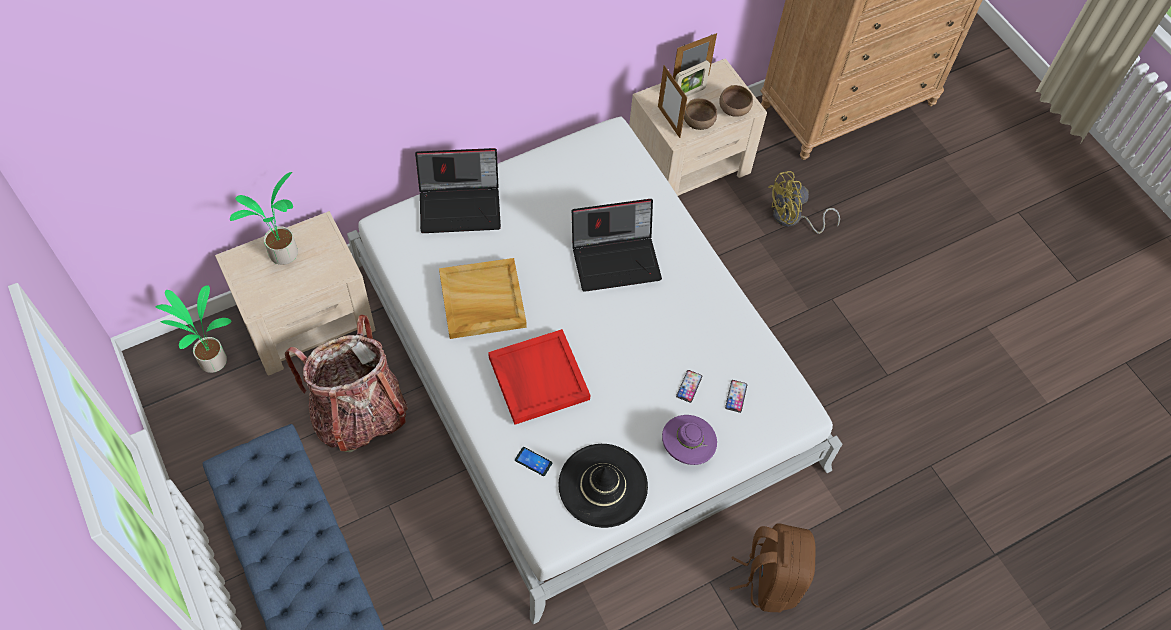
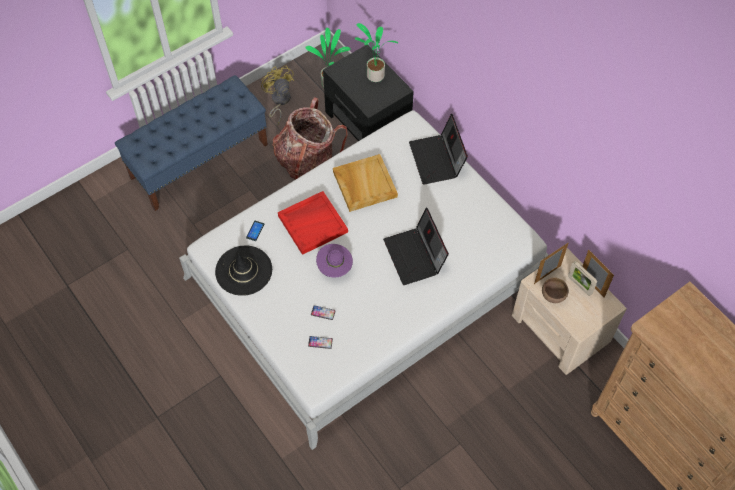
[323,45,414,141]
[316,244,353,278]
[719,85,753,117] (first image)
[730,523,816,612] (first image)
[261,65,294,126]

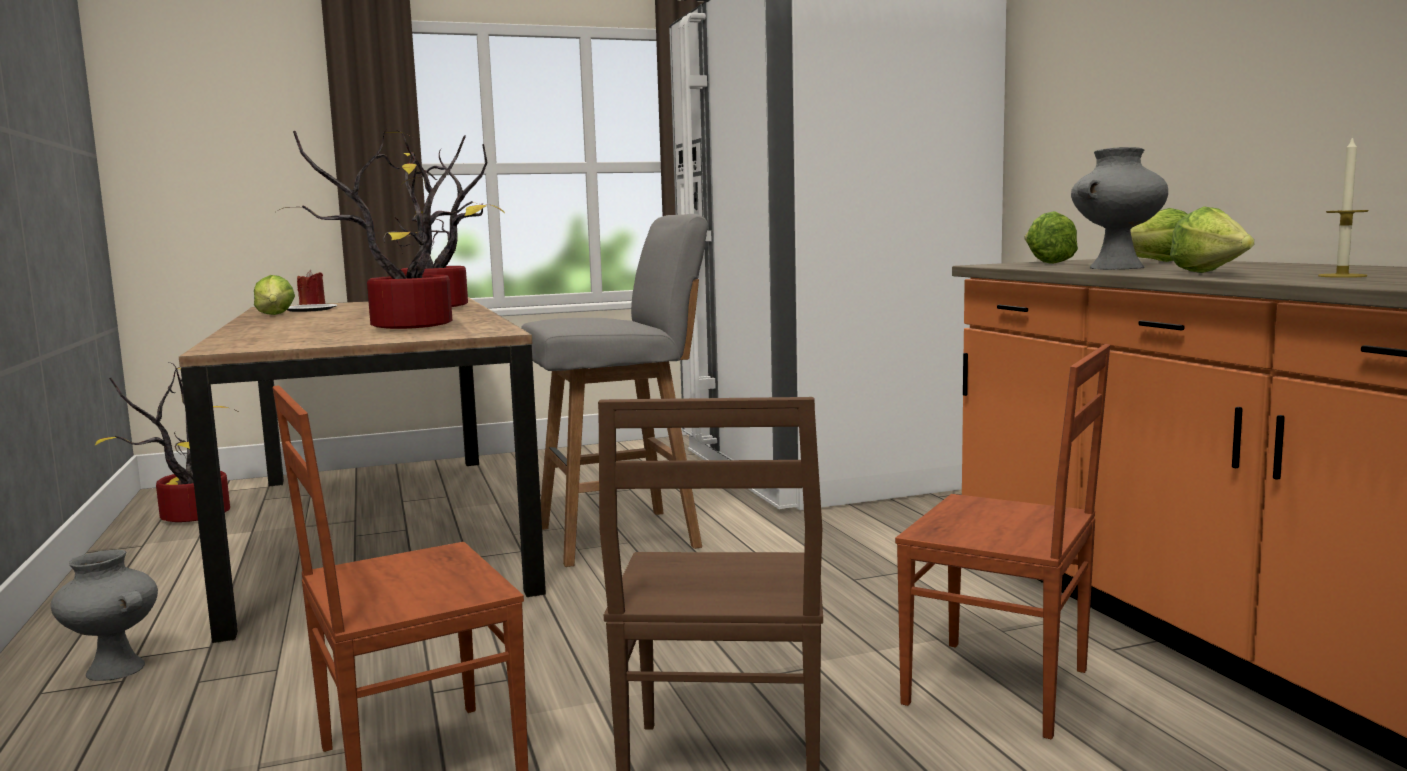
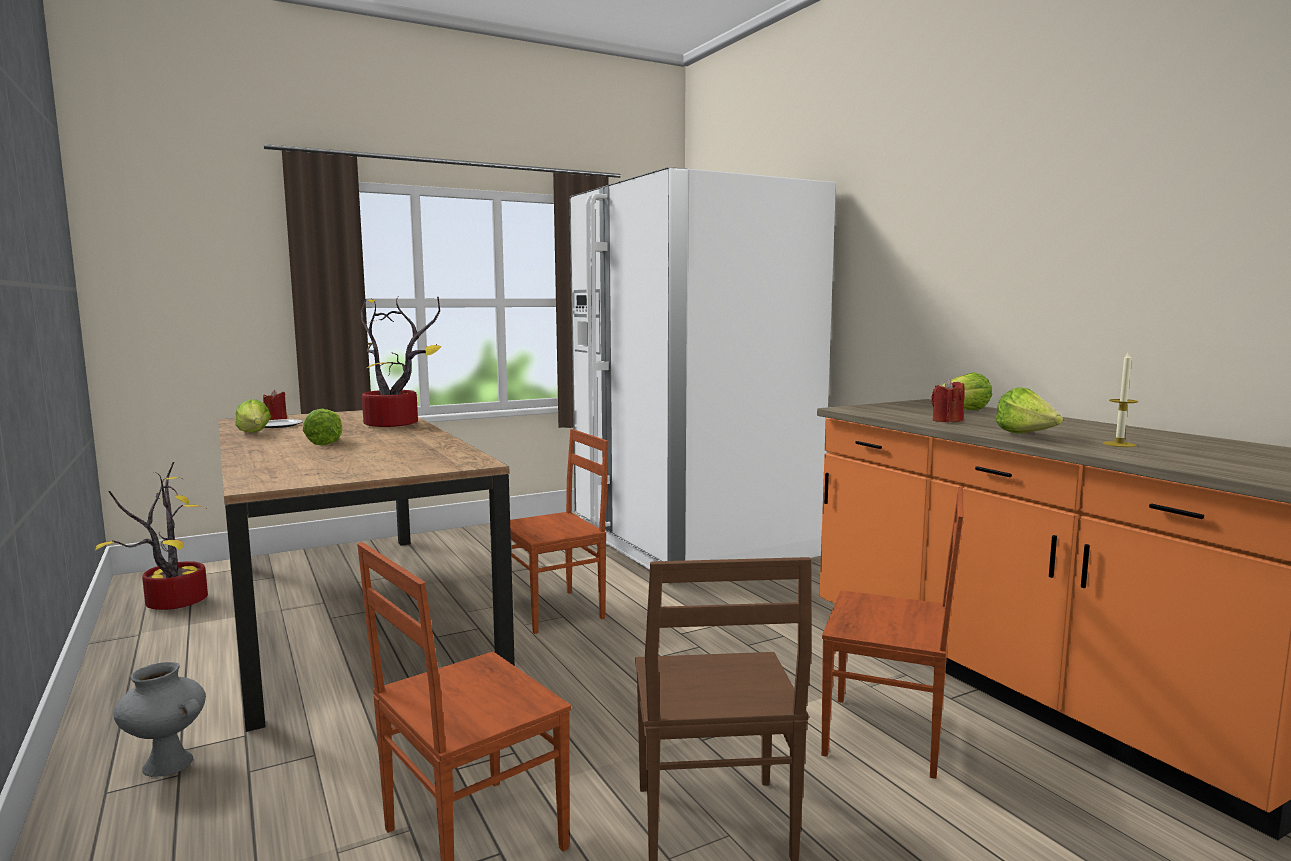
[279,130,505,329] (first image)
[510,429,608,634]
[303,409,343,445]
[931,379,965,423]

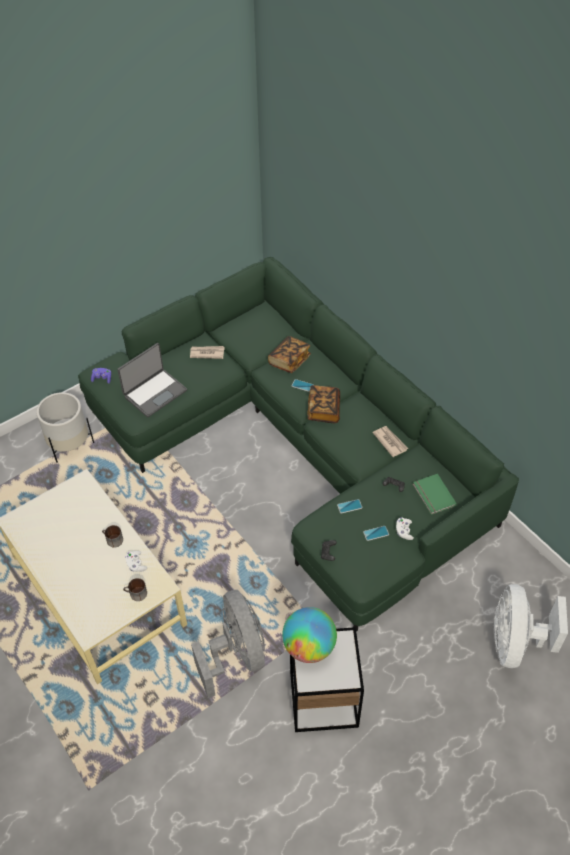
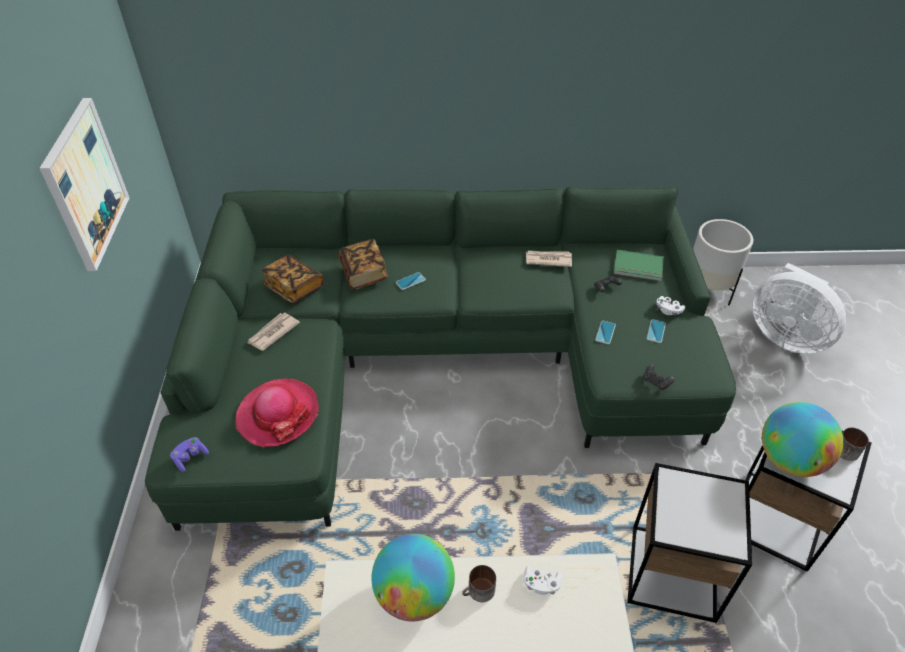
[693,219,753,305]
[235,378,319,447]
[840,427,869,461]
[627,463,752,623]
[261,255,323,303]
[40,98,129,271]
[372,534,455,621]

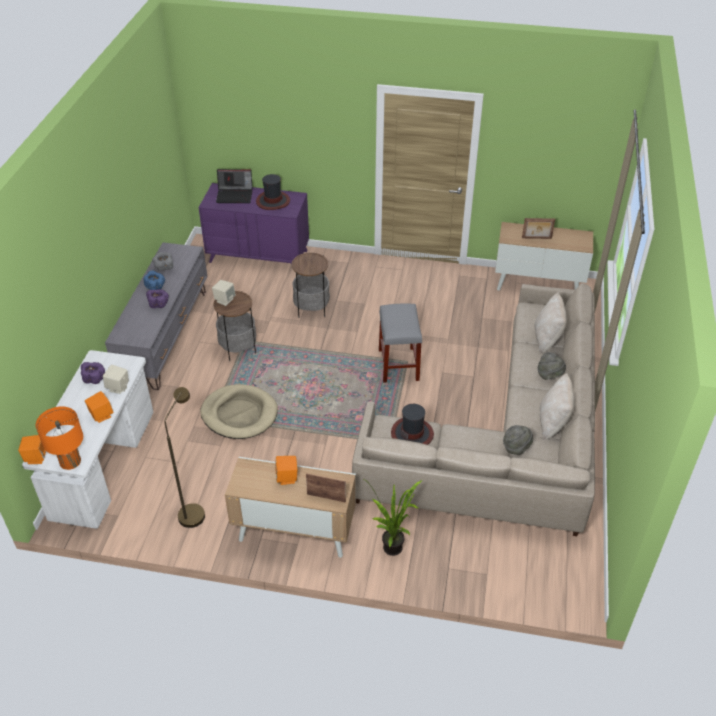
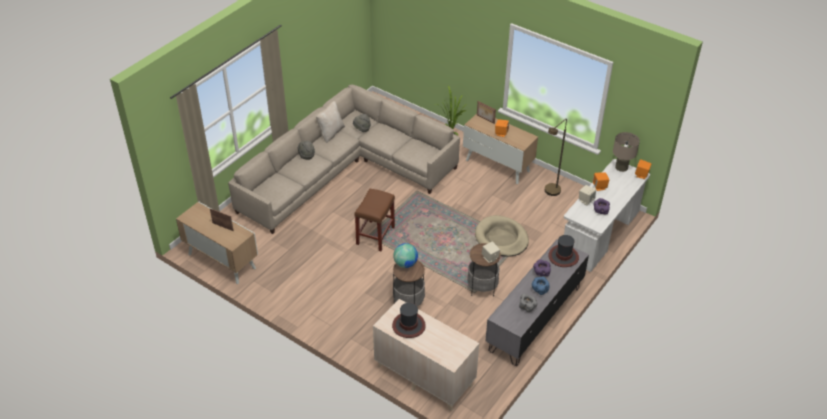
[613,132,640,172]
[373,299,479,412]
[216,169,253,203] (first image)
[355,188,395,251]
[548,235,579,267]
[535,292,567,354] (first image)
[393,243,418,268]

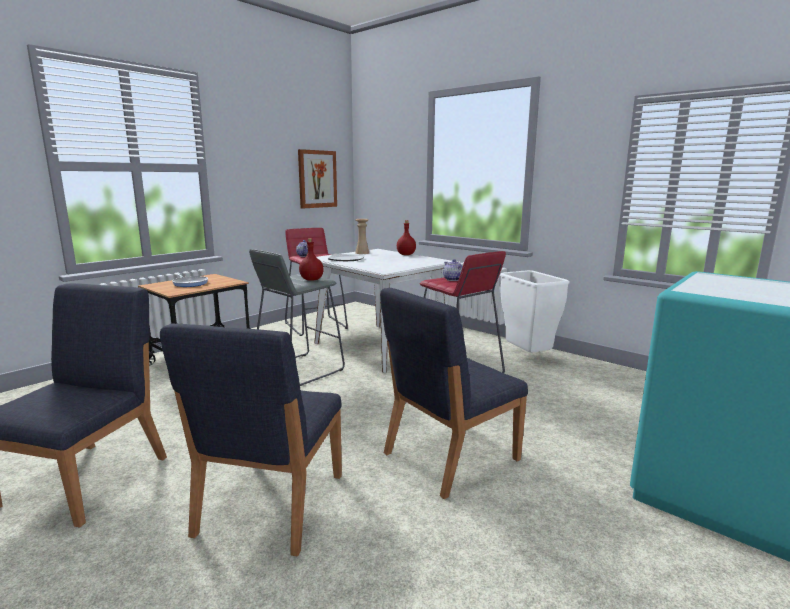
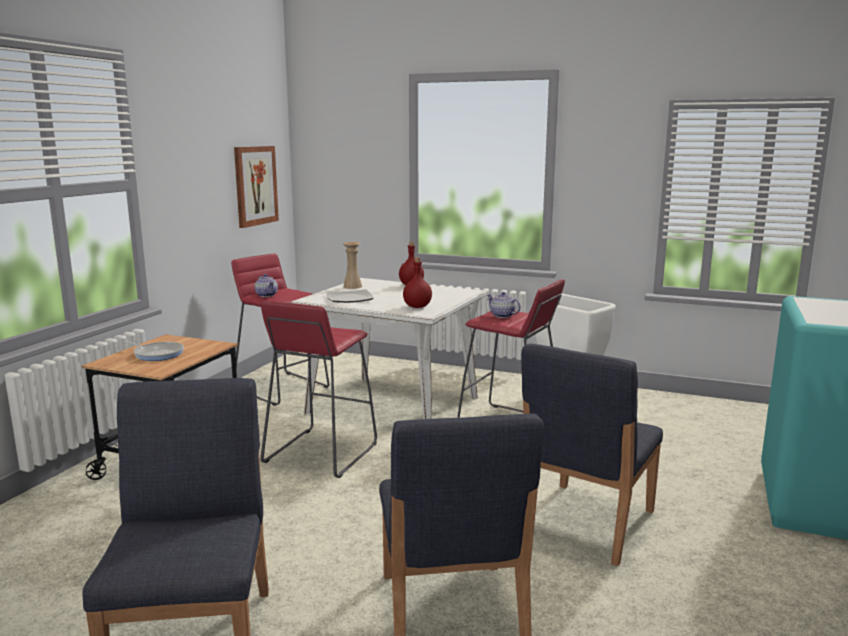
[261,301,377,478]
[403,257,432,308]

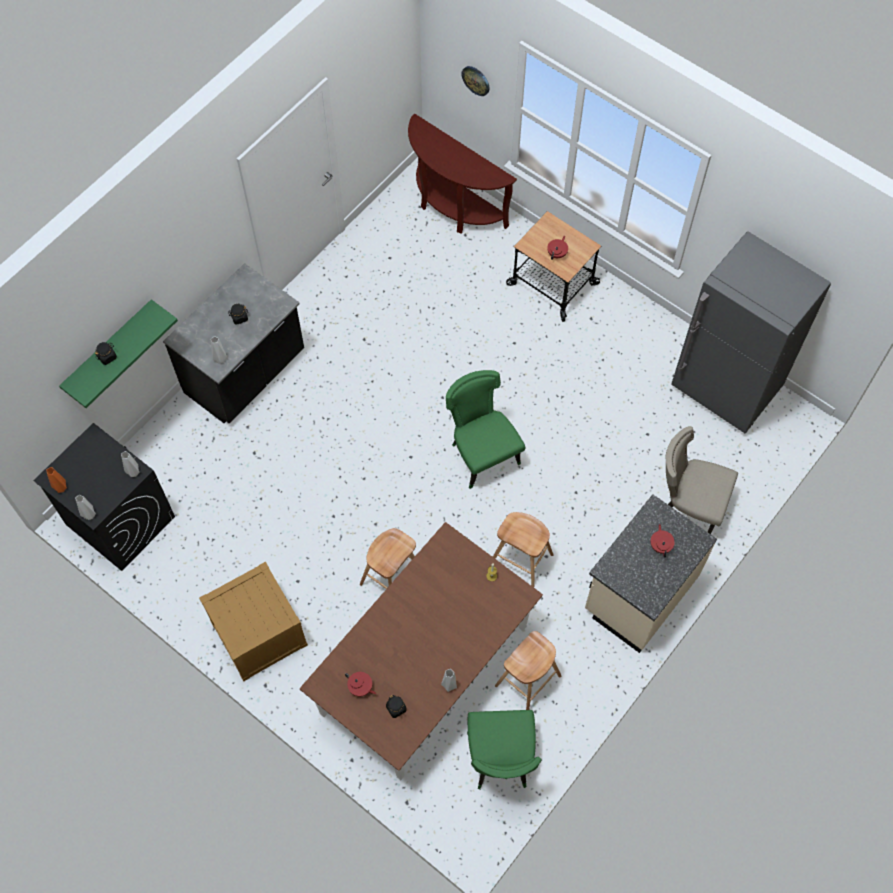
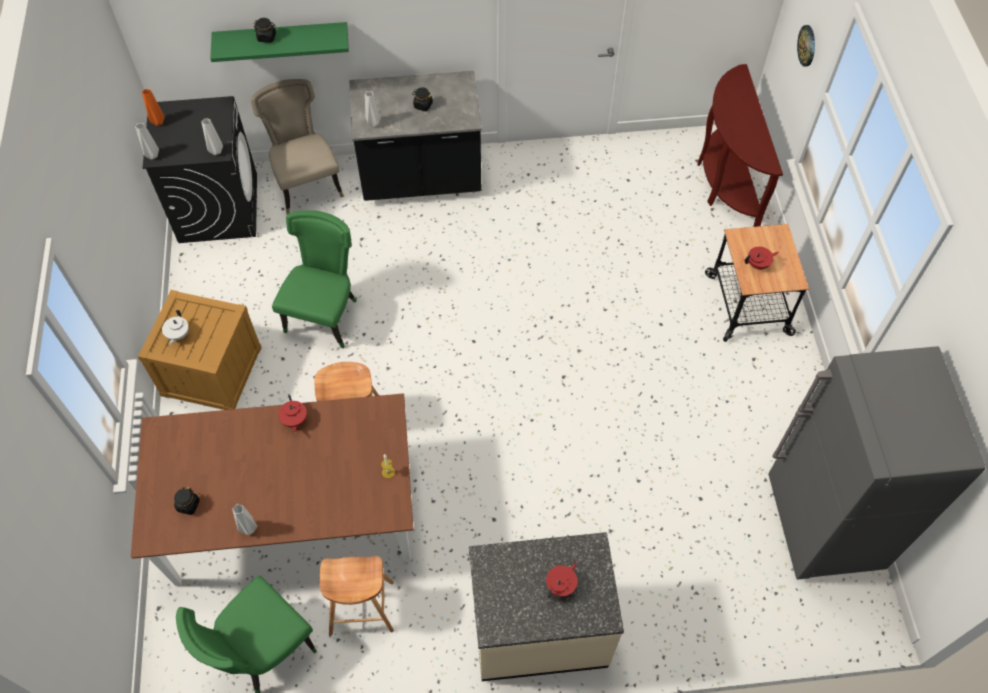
[278,394,307,433]
[272,210,357,348]
[493,512,554,587] (first image)
[250,79,344,214]
[162,310,189,345]

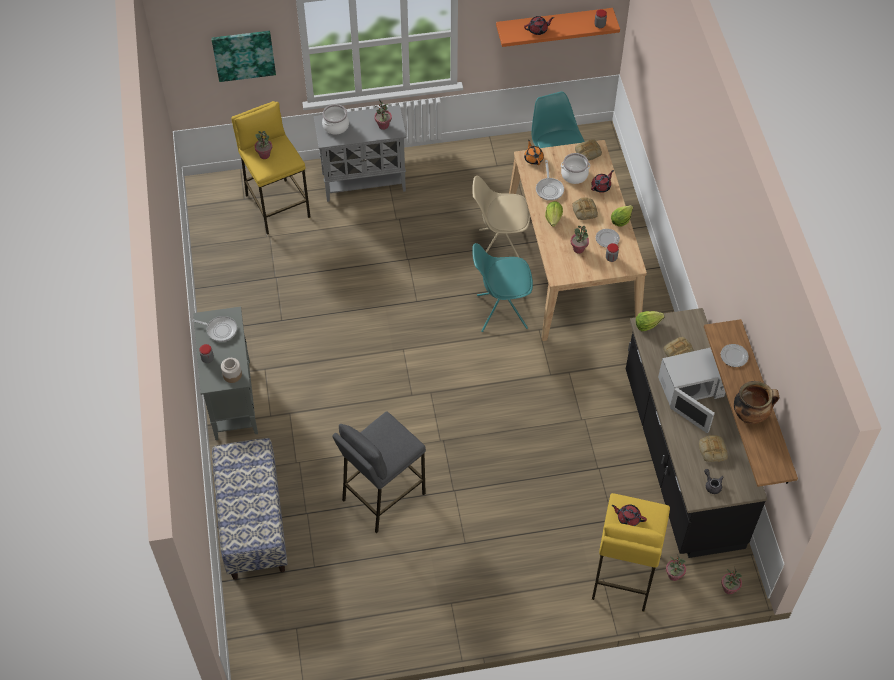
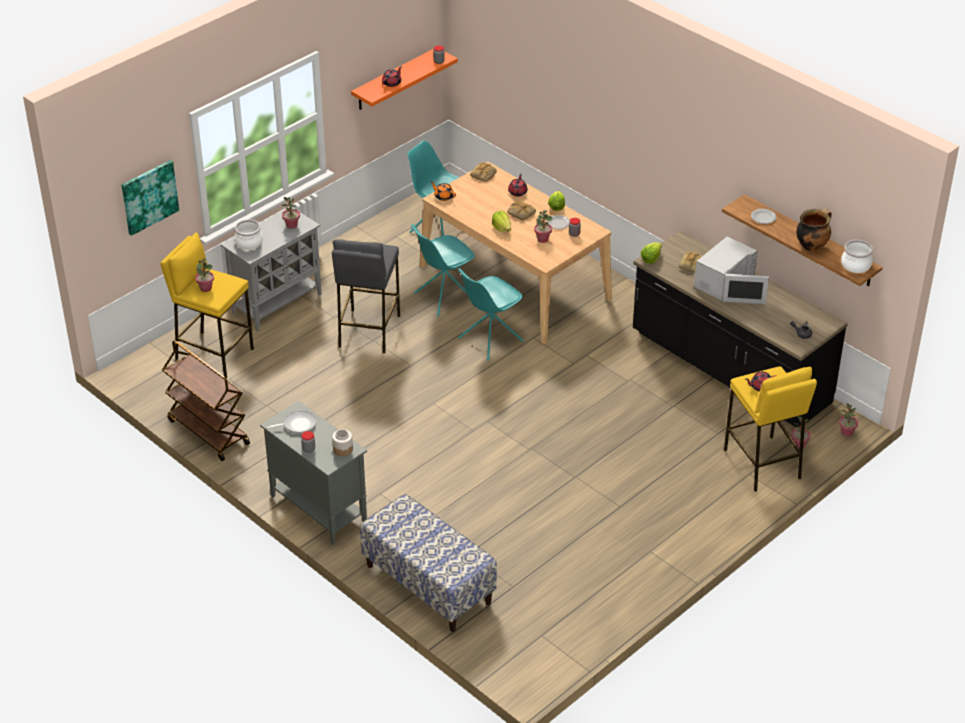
[332,239,400,353]
[411,224,475,317]
[536,160,564,201] (first image)
[841,240,873,273]
[699,435,728,462] (first image)
[162,340,250,461]

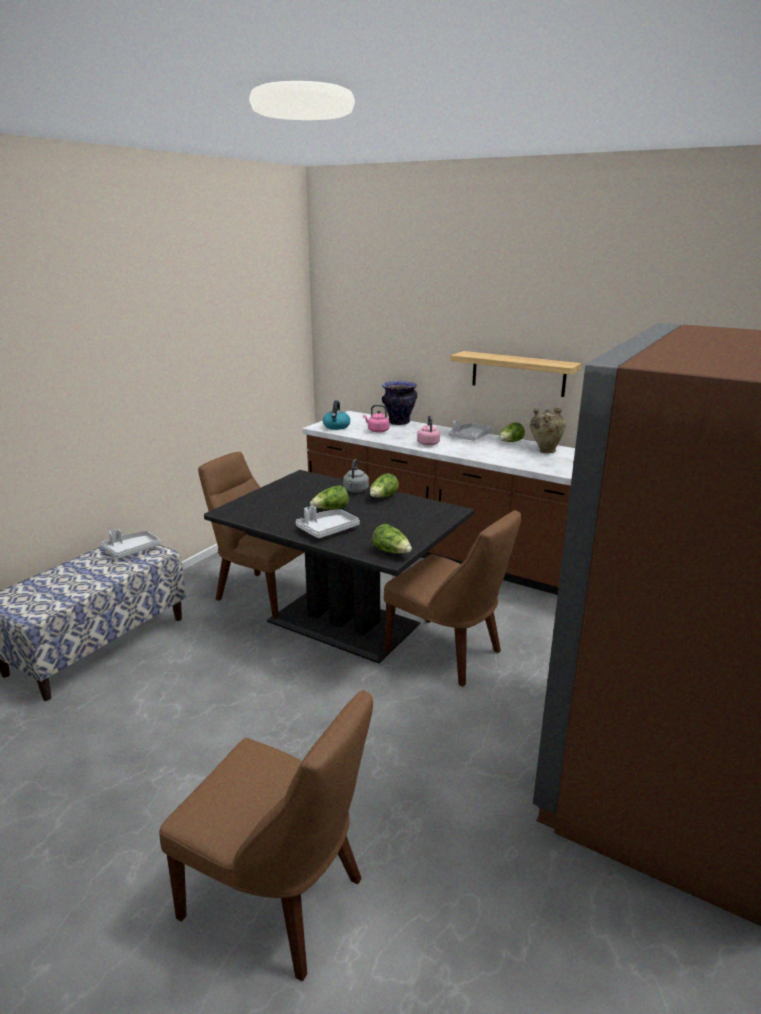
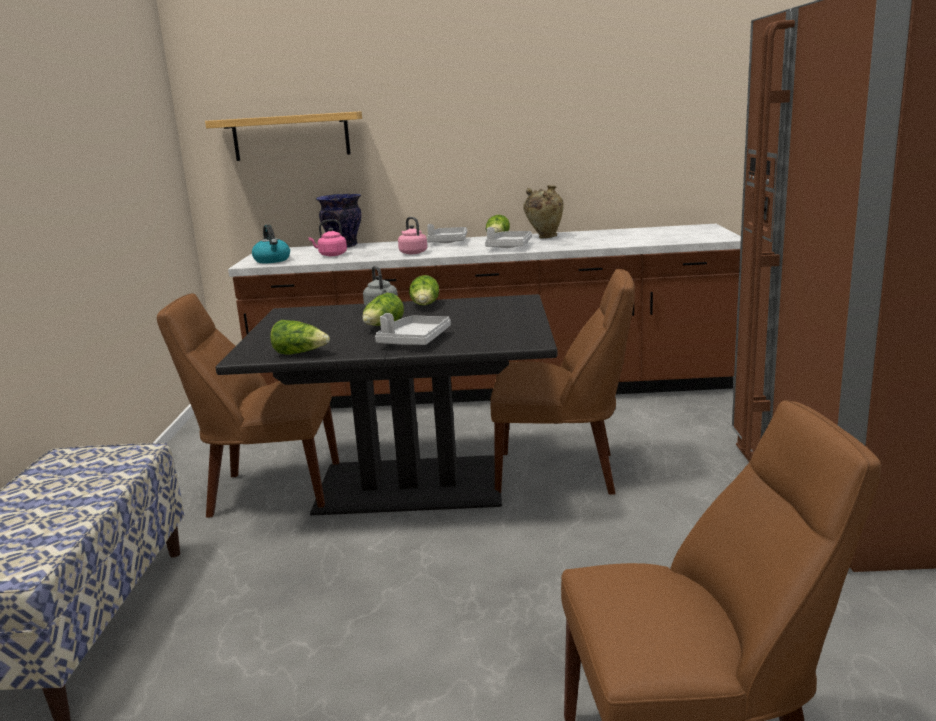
[485,227,532,248]
[270,320,330,355]
[205,111,362,161]

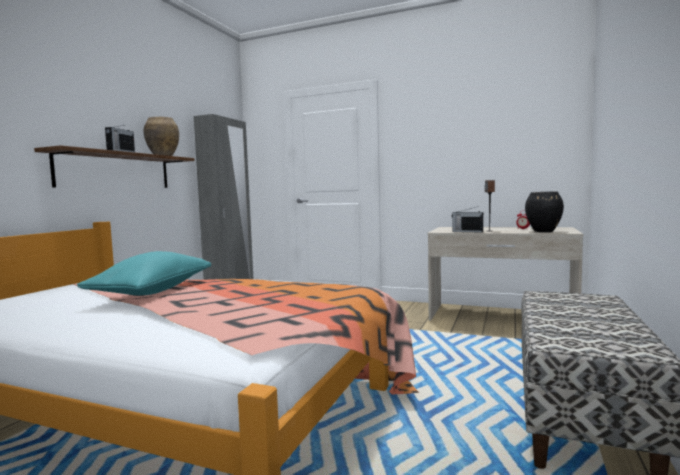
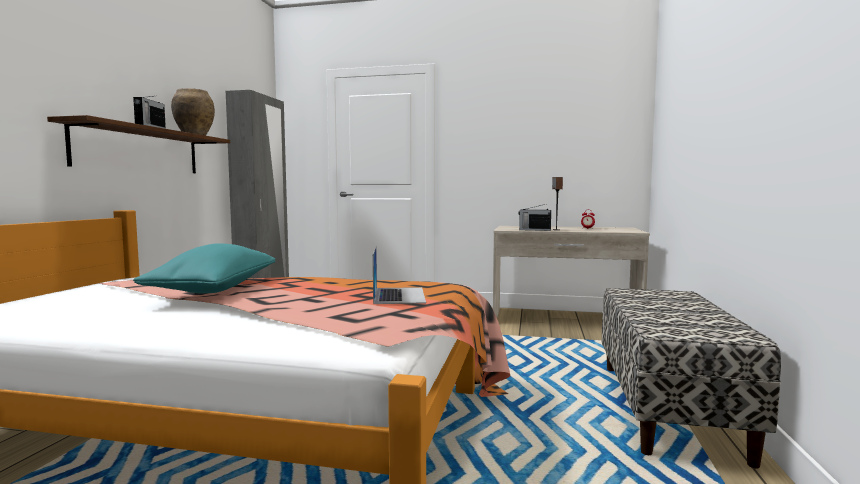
[525,191,564,232] (first image)
[373,247,426,304]

